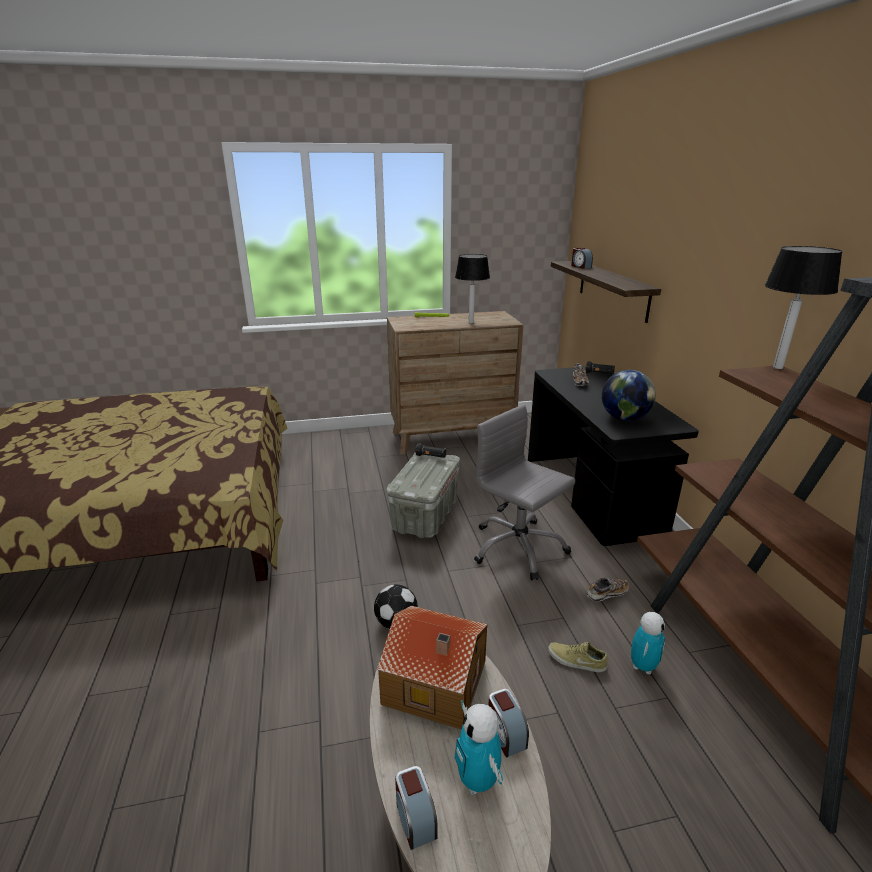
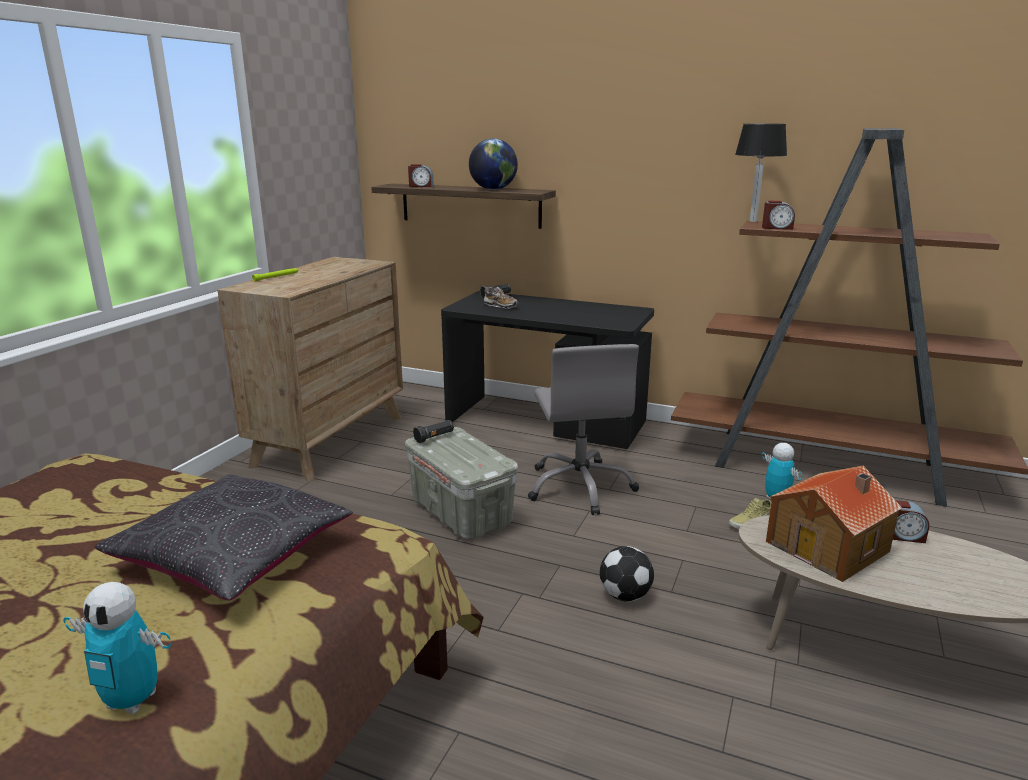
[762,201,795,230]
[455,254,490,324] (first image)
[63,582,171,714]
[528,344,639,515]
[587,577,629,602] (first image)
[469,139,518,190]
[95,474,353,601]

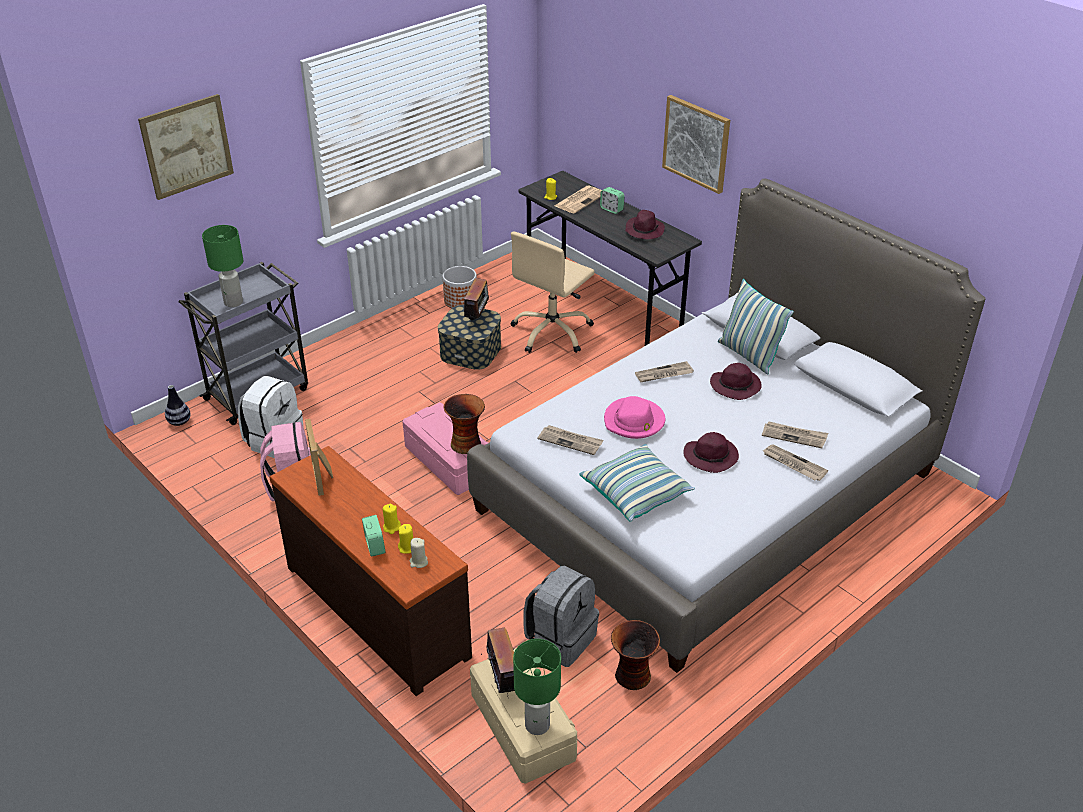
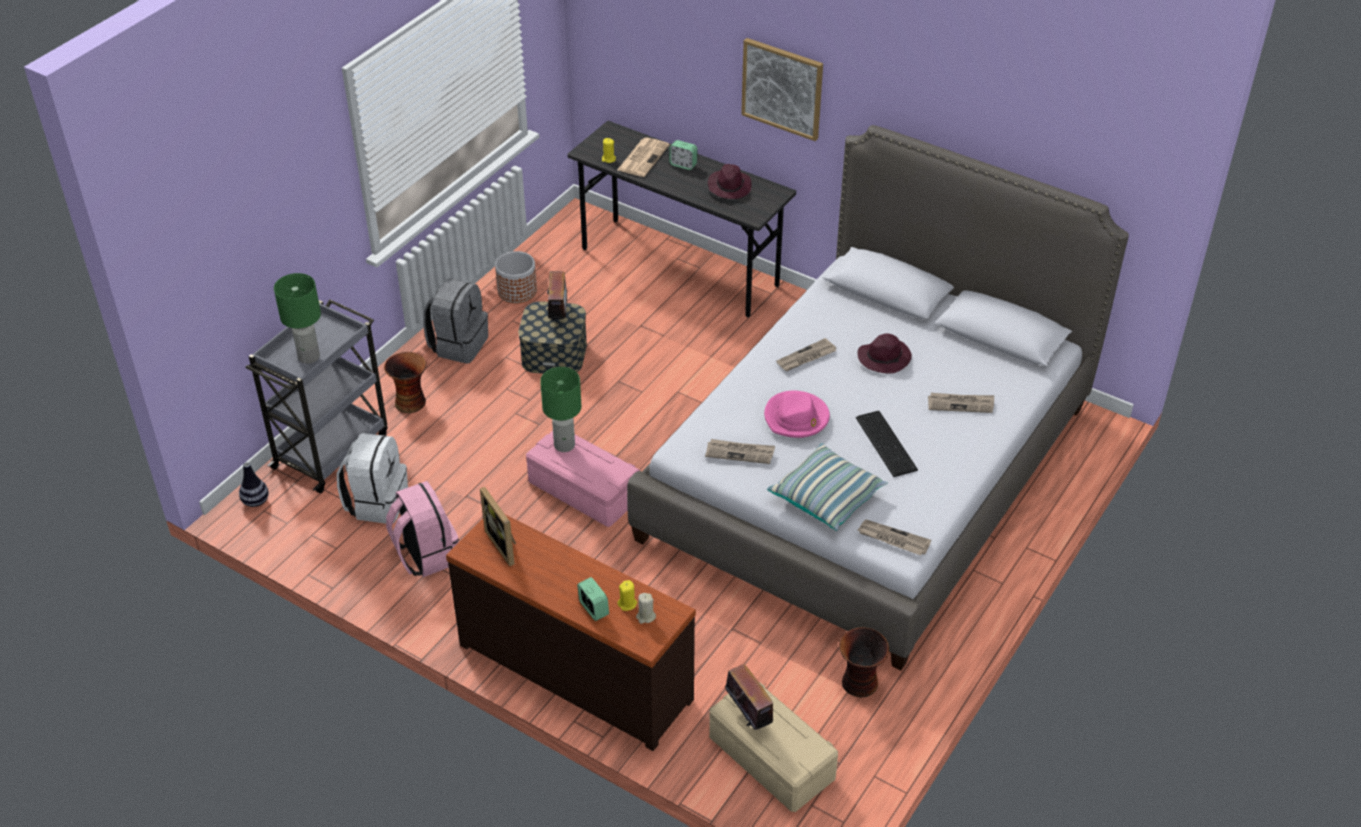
[138,94,234,200] (first image)
[382,504,401,534] (first image)
[384,352,426,413]
[510,232,595,353] (first image)
[540,367,581,452]
[423,278,488,364]
[856,411,918,477]
[718,279,794,374] (first image)
[858,519,931,555]

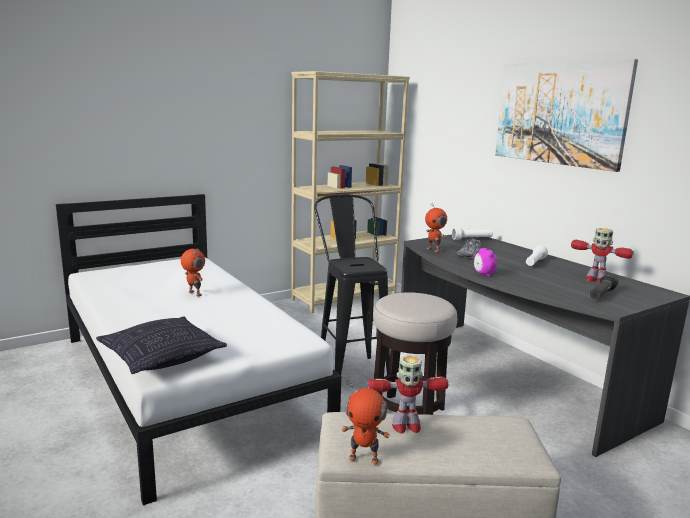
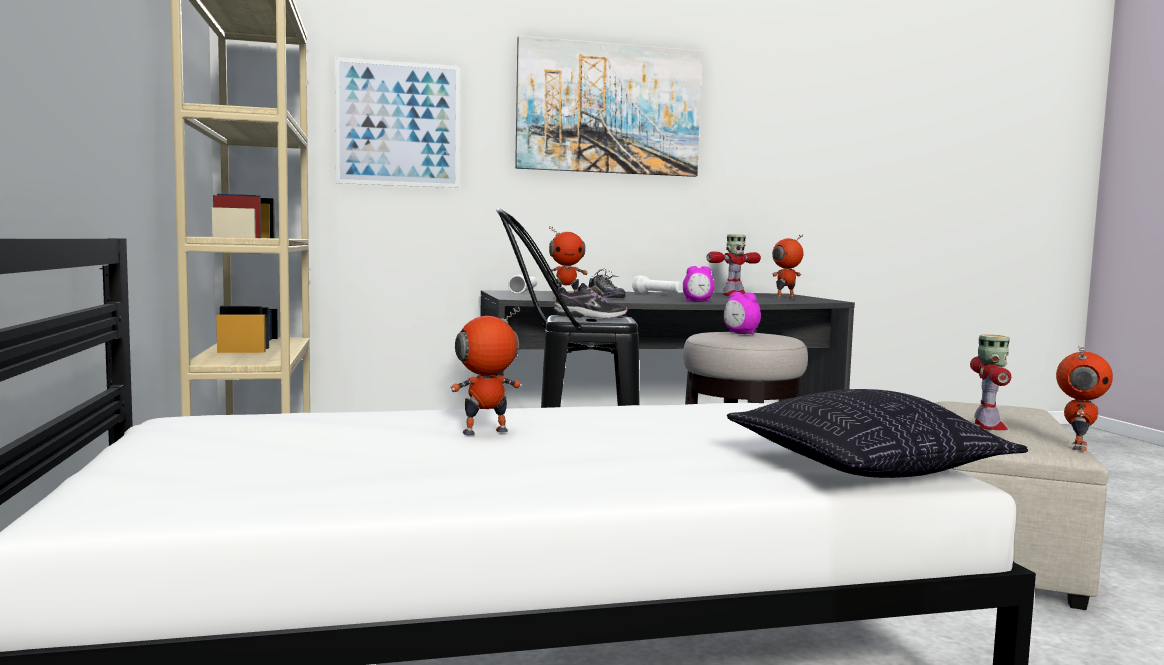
[772,234,804,299]
[335,57,460,188]
[553,283,627,319]
[724,292,761,334]

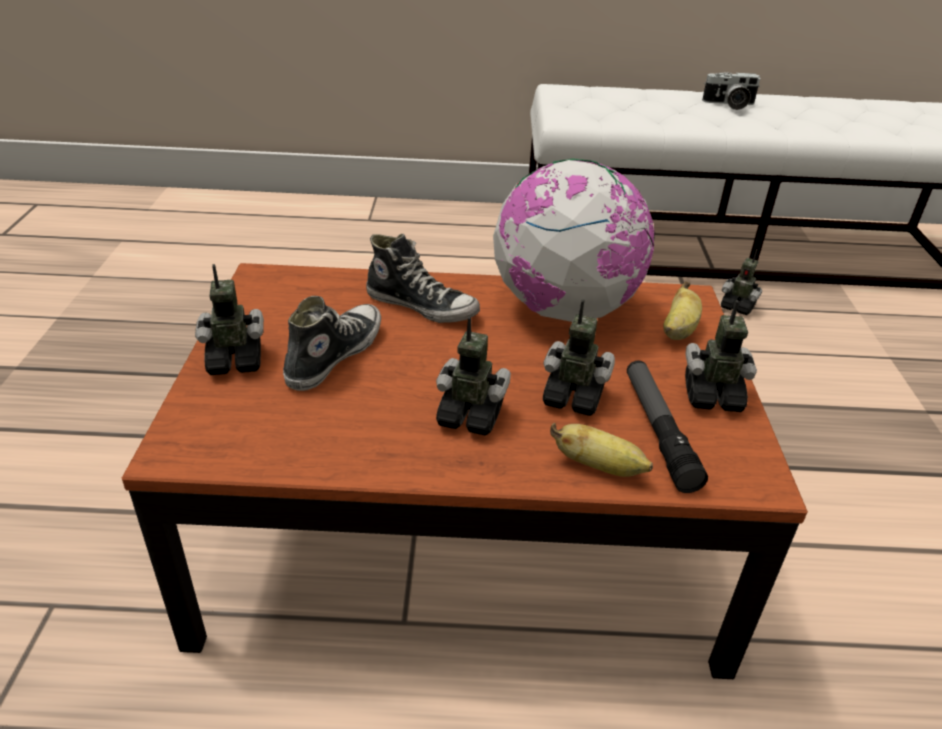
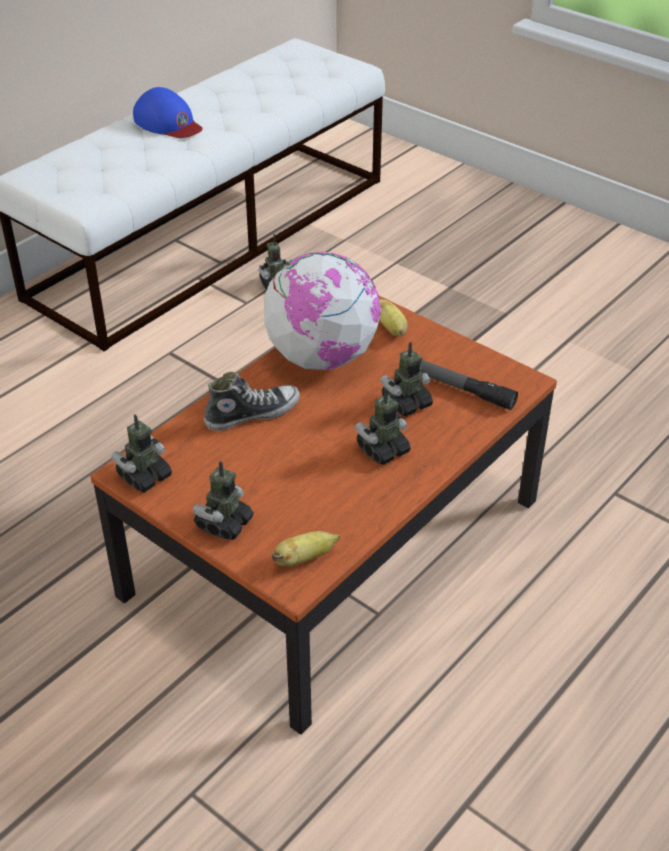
[283,296,381,391] (first image)
[272,531,340,567]
[111,415,172,492]
[133,87,203,138]

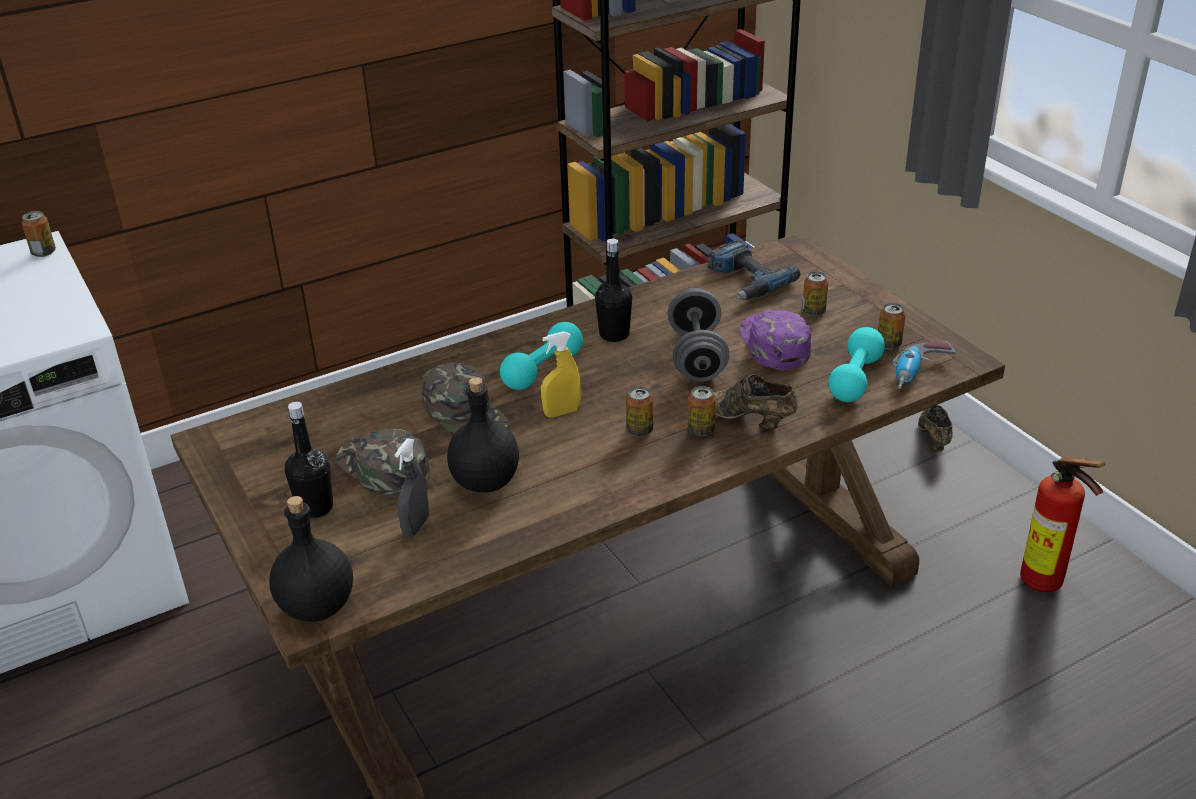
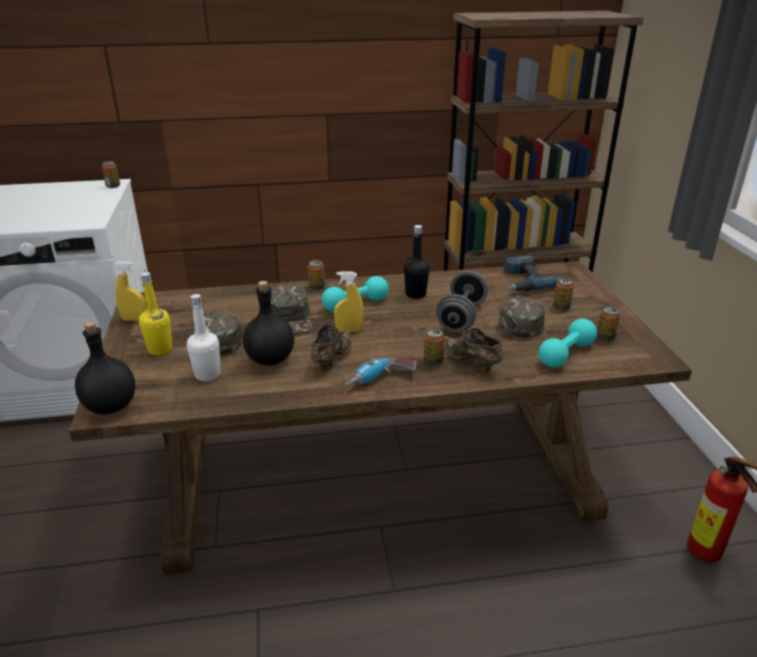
[139,272,172,355]
[187,294,221,381]
[308,260,325,291]
[499,295,545,338]
[345,358,417,386]
[311,324,352,371]
[113,262,146,321]

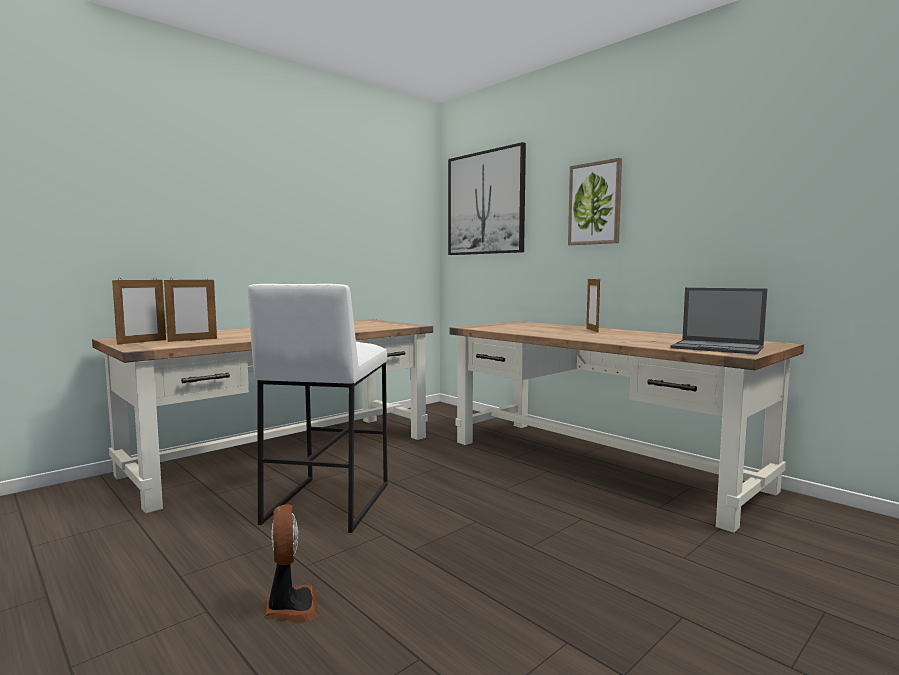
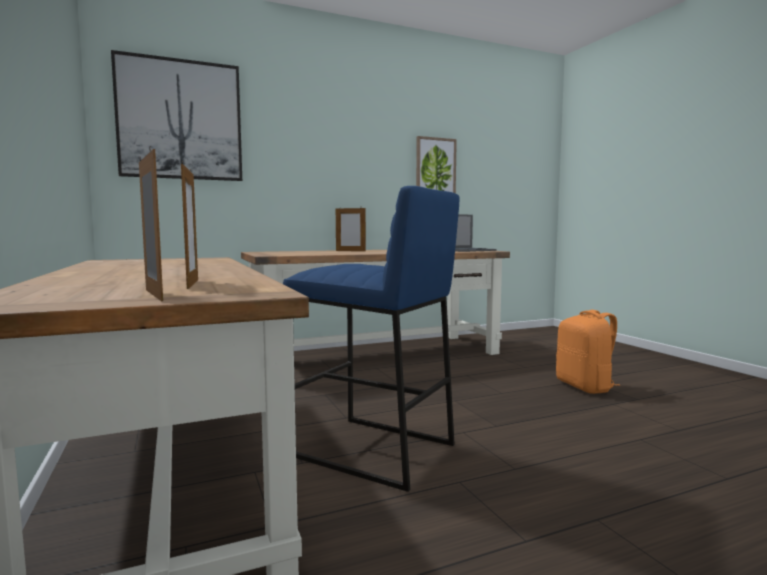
[283,186,459,492]
[265,504,318,622] (first image)
[416,136,457,193]
[556,310,621,394]

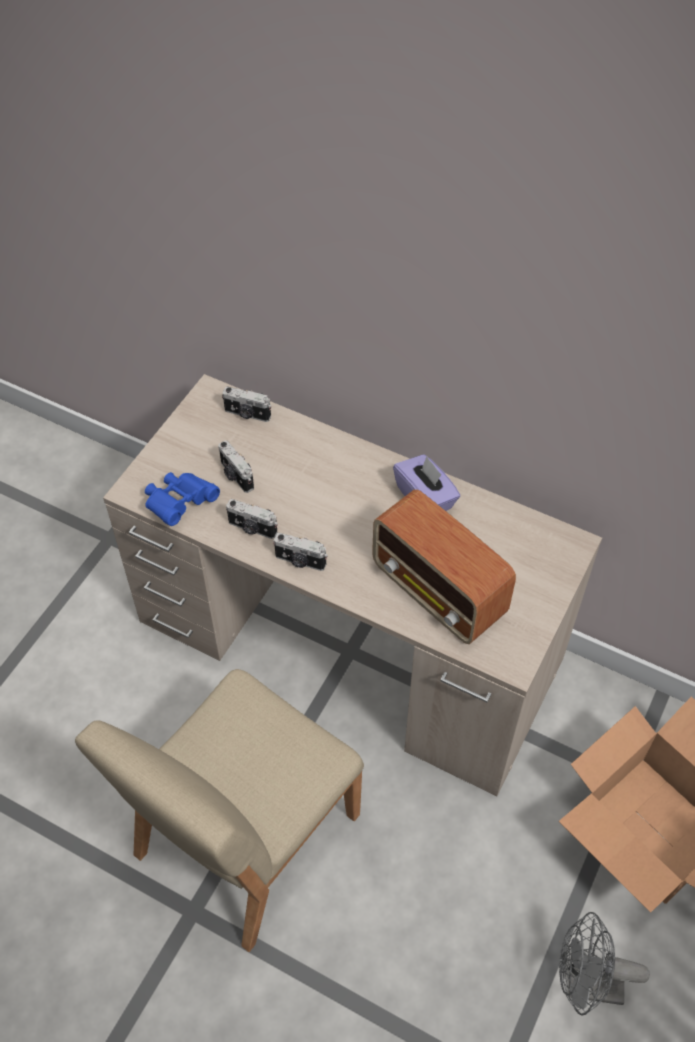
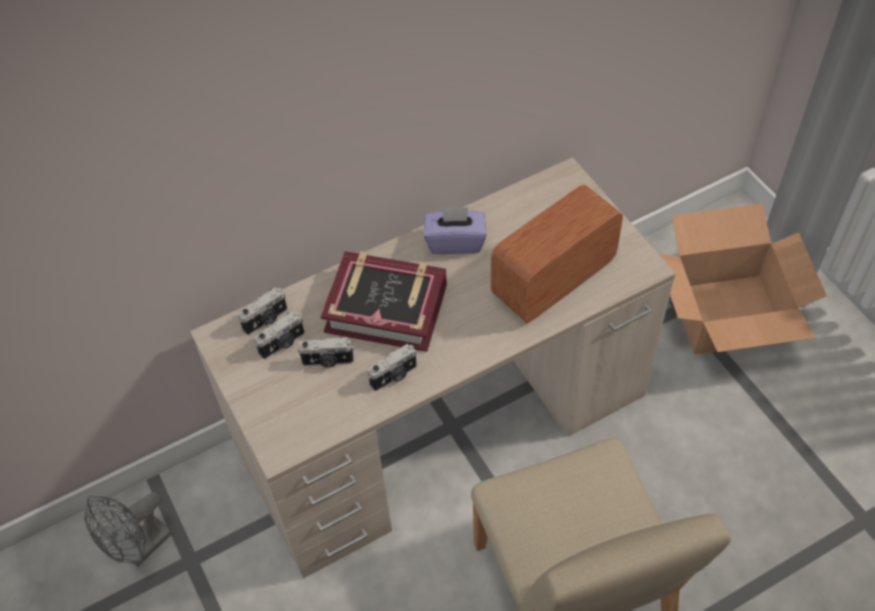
[145,472,220,526] (first image)
[254,311,304,359]
[490,185,623,322]
[85,492,172,567]
[321,251,447,352]

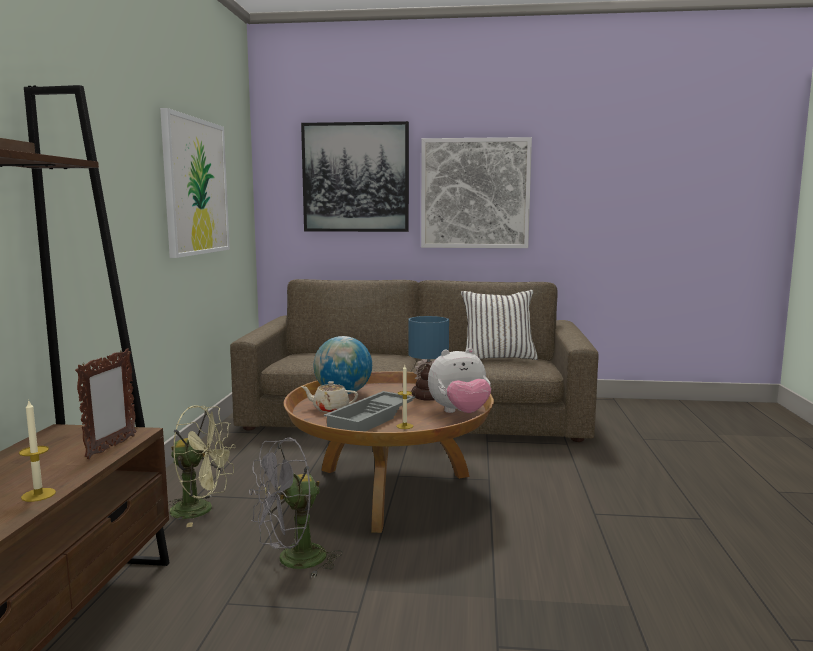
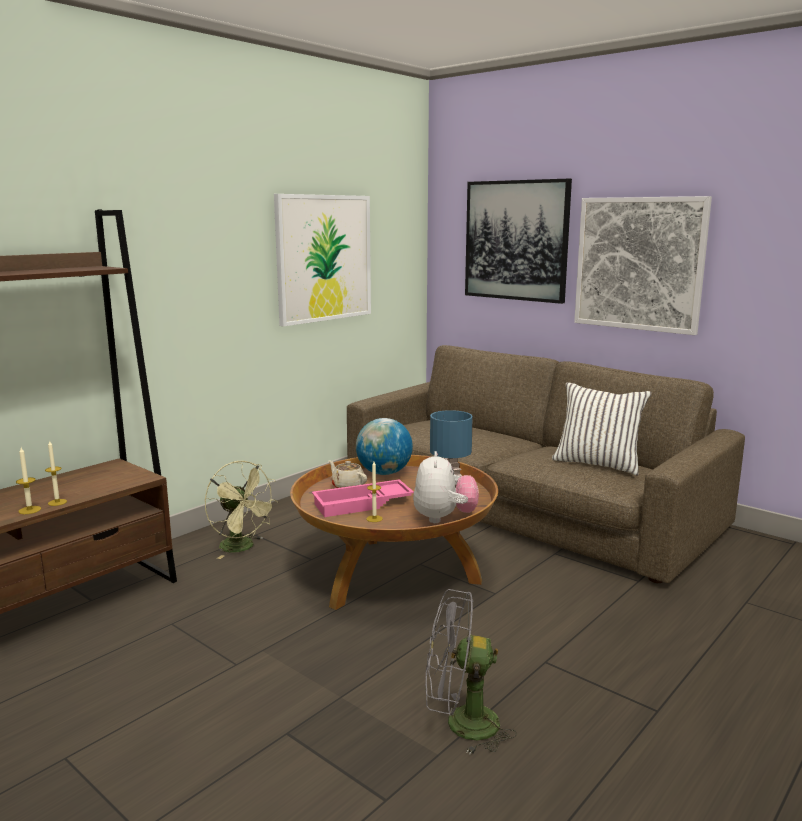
[75,349,137,459] (first image)
[425,589,517,755]
[312,479,414,517]
[413,451,479,523]
[45,440,67,506]

